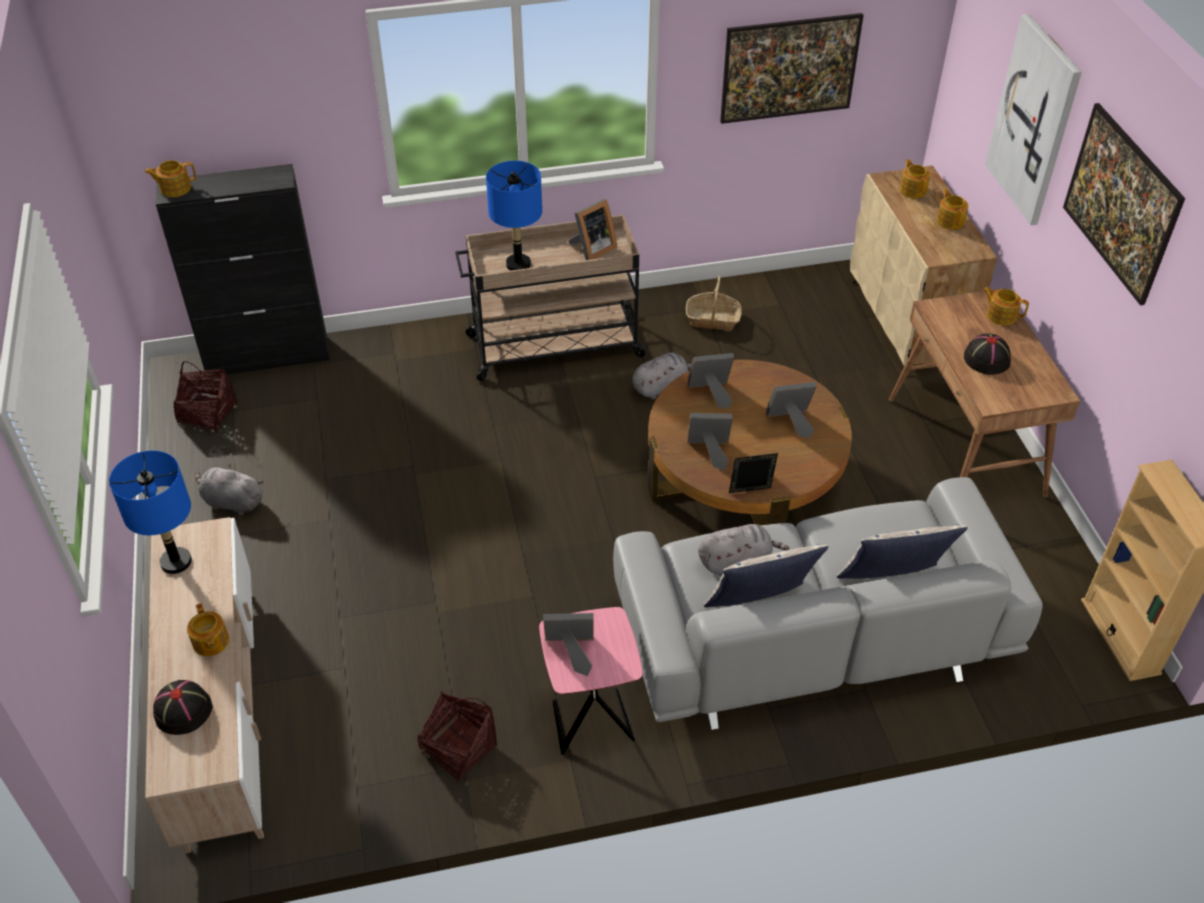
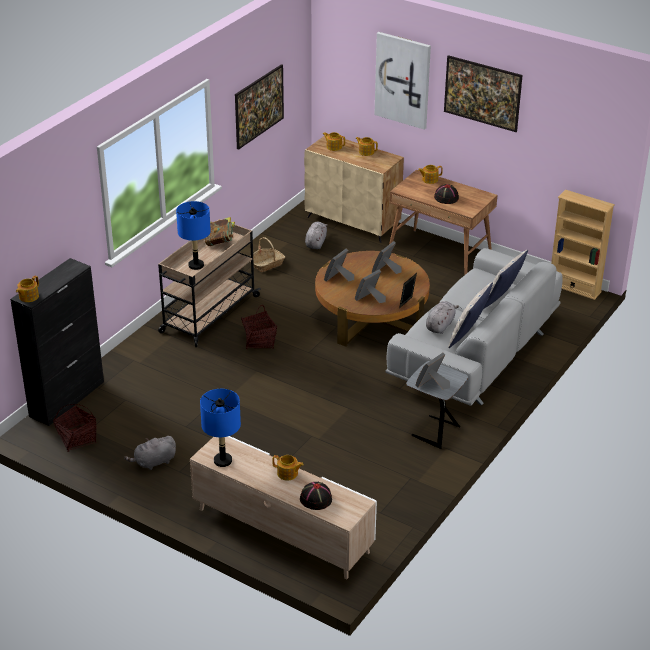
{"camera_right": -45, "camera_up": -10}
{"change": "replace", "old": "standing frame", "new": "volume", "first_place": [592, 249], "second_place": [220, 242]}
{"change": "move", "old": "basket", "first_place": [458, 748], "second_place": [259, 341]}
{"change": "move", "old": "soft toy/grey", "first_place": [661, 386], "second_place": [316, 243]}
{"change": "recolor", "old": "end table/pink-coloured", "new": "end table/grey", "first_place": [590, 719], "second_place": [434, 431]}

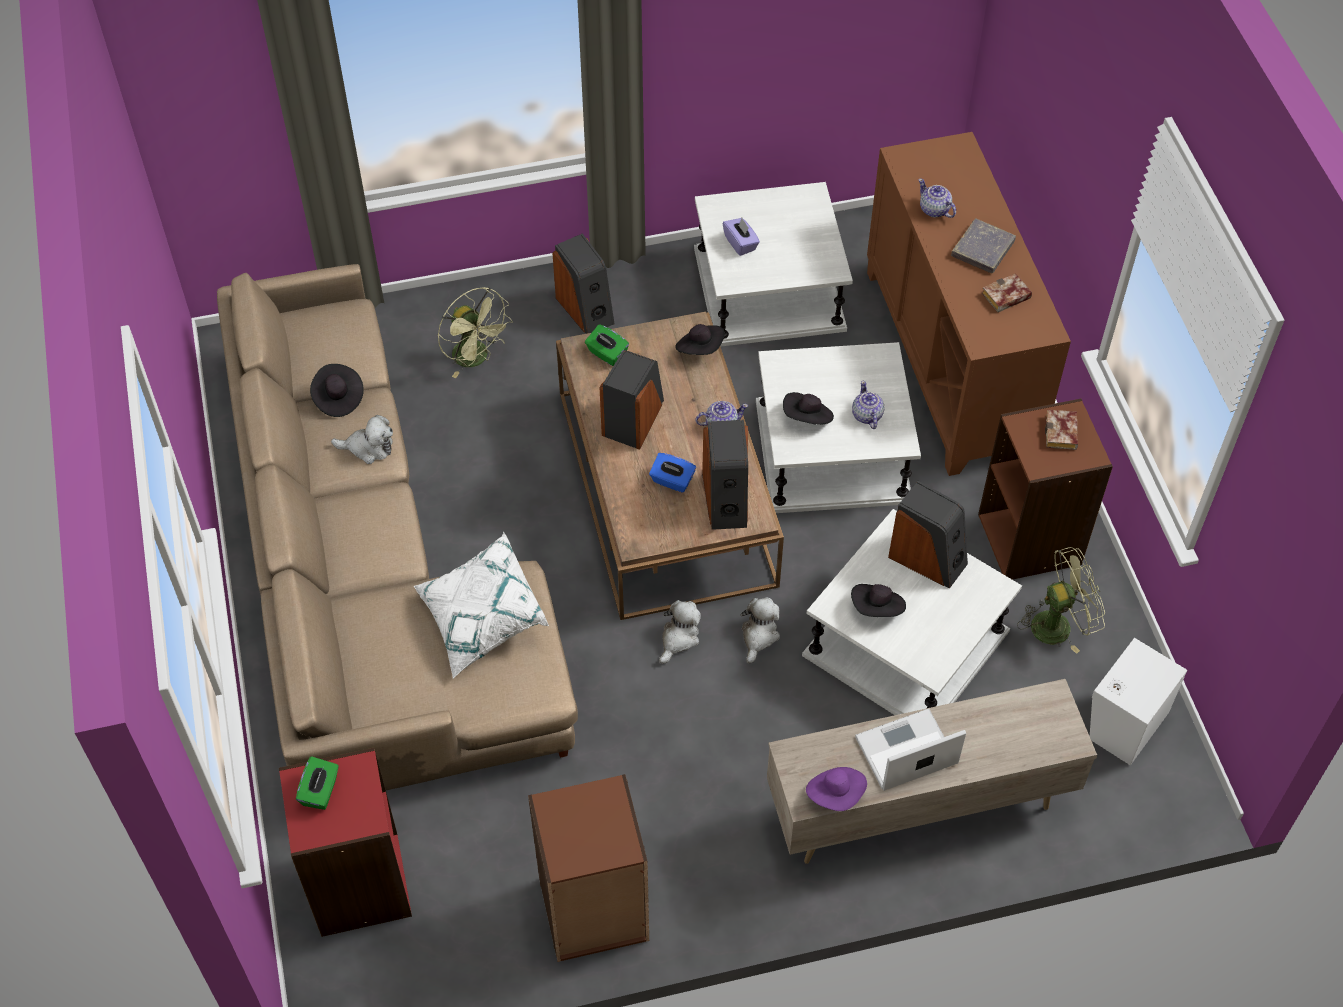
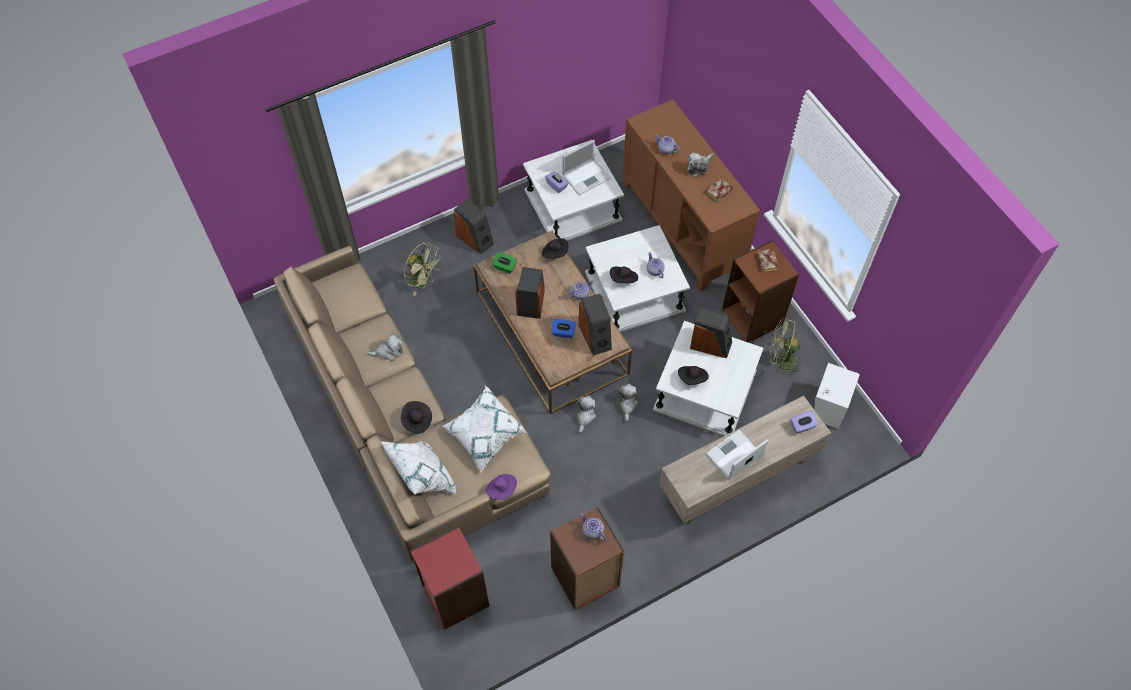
{"camera_right": -15, "camera_up": 5}
{"change": "insert", "new": "cushion/whitish", "second_place": [422, 477]}
{"change": "move", "old": "clothing hat/blackish", "first_place": [338, 398], "second_place": [416, 420]}
{"change": "move", "old": "clothing hat/purple-coloured", "first_place": [836, 794], "second_place": [502, 489]}
{"change": "insert", "new": "laptop", "second_place": [586, 176]}
{"change": "insert", "new": "tea pot", "second_place": [593, 531]}
{"change": "replace", "old": "volume/grey", "new": "soft toy", "first_place": [983, 249], "second_place": [699, 167]}
{"change": "rotate", "old": "cooling fan/green", "first_place": [1058, 624], "second_place": [780, 360], "degrees": -135}
{"change": "insert", "new": "box of tissues/purple-coloured", "second_place": [802, 426]}
{"change": "delete", "old": "box of tissues/green", "first_place": [320, 791]}

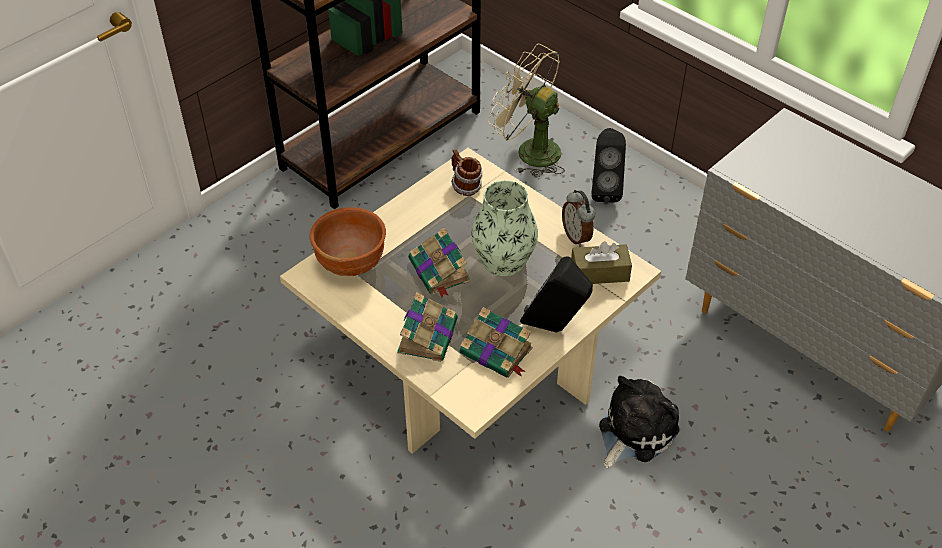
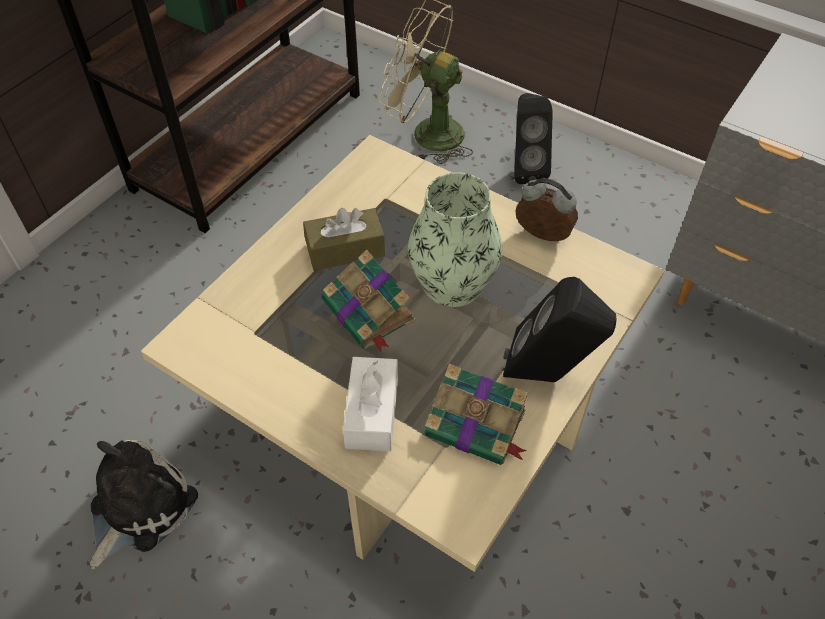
{"camera_right": -10, "camera_up": 5}
{"change": "move", "old": "soft toy", "first_place": [634, 431], "second_place": [138, 507]}
{"change": "move", "old": "box of tissues/brownish", "first_place": [599, 272], "second_place": [345, 250]}
{"change": "replace", "old": "volume", "new": "box of tissues/whitish", "first_place": [428, 335], "second_place": [372, 412]}
{"change": "rotate", "old": "alarm clock", "first_place": [577, 236], "second_place": [541, 237], "degrees": 150}
{"change": "delete", "old": "bowl/brownish", "first_place": [352, 263]}
{"change": "delete", "old": "mug", "first_place": [465, 186]}

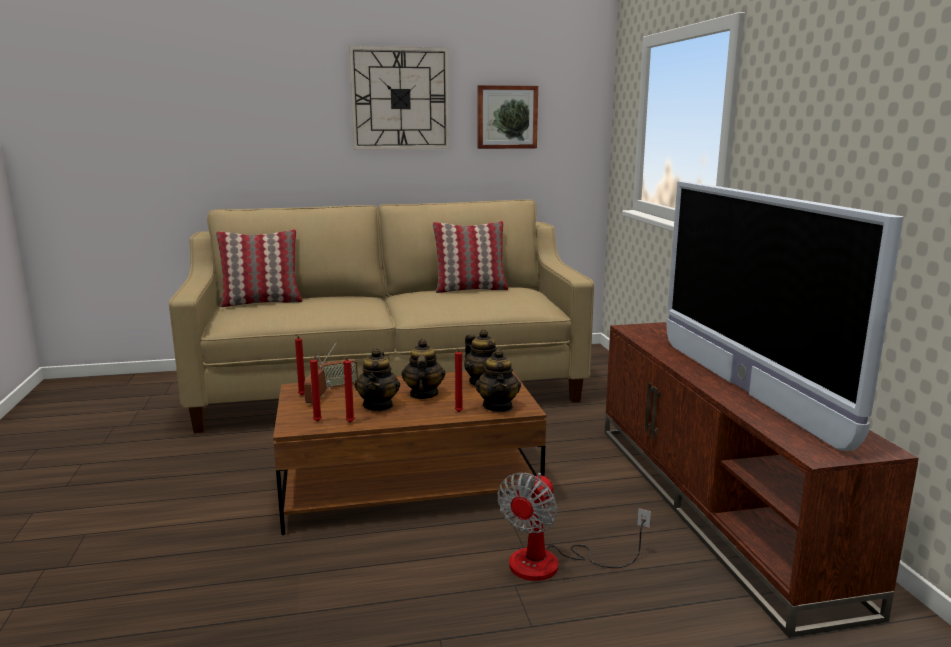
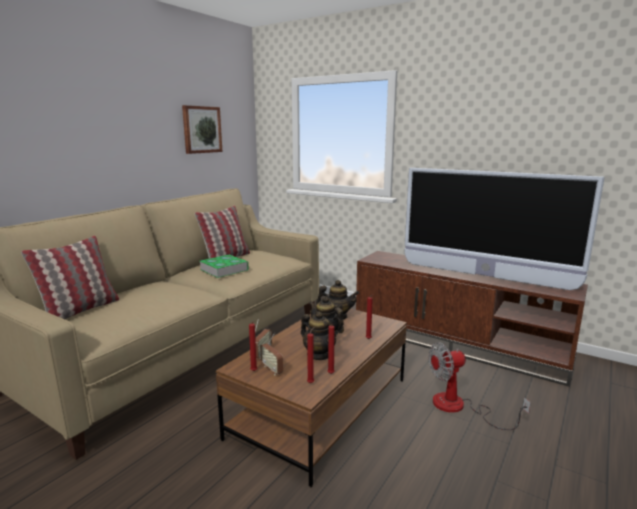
{"camera_right": -45, "camera_up": 0}
{"change": "insert", "new": "volume", "second_place": [224, 270]}
{"change": "rotate", "old": "cooling fan", "first_place": [552, 564], "second_place": [459, 407], "degrees": 90}
{"change": "delete", "old": "clock on the wall", "first_place": [400, 99]}
{"change": "delete", "old": "tea pot", "first_place": [498, 406]}

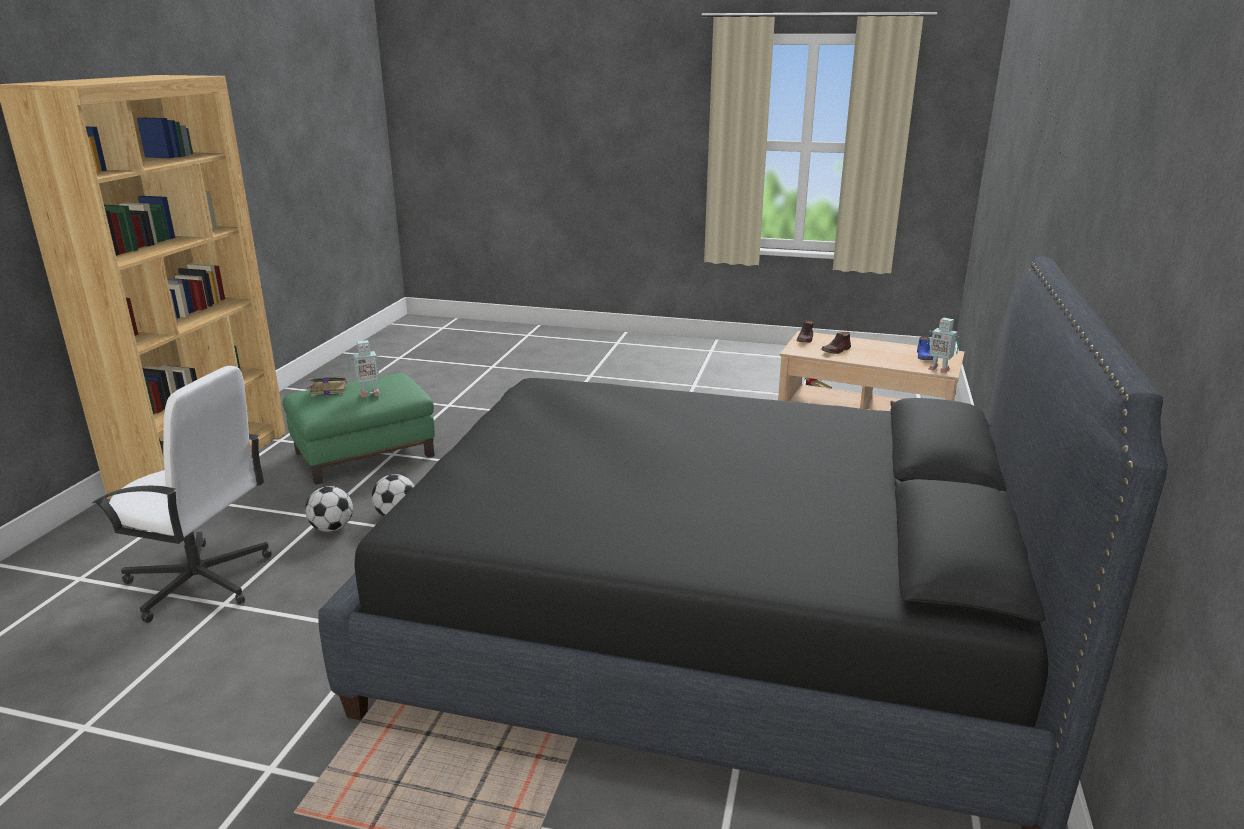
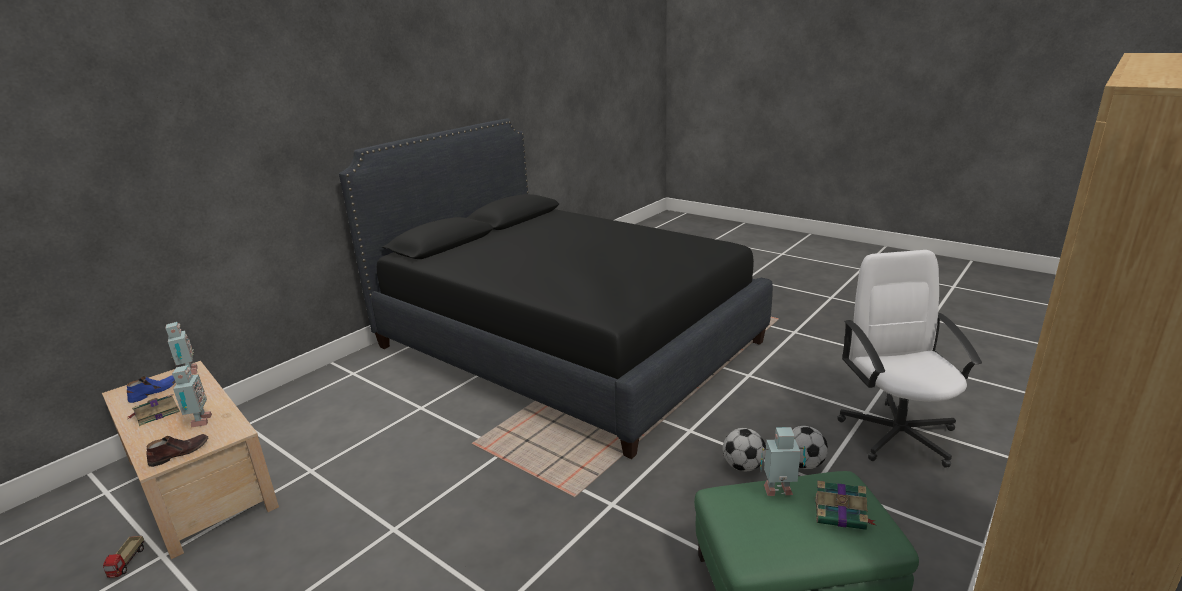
{"camera_right": -155, "camera_up": 0}
{"change": "insert", "new": "volume", "second_place": [155, 413]}
{"change": "replace", "old": "low shoe/brownish", "new": "model robot", "first_place": [836, 350], "second_place": [199, 422]}
{"change": "rotate", "old": "office chair/whitish", "first_place": [200, 581], "second_place": [897, 434], "degrees": 45}

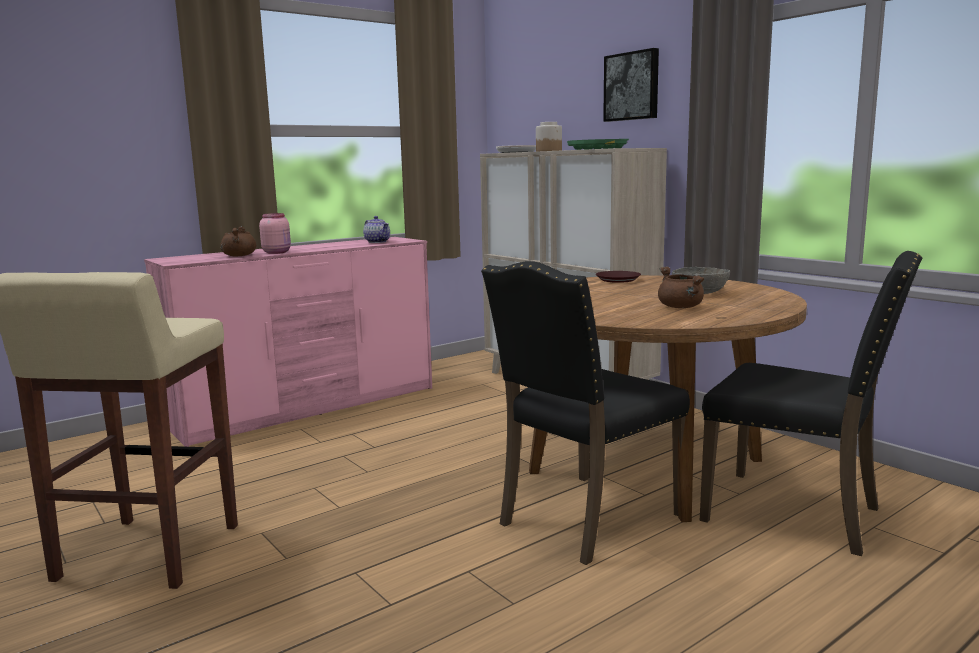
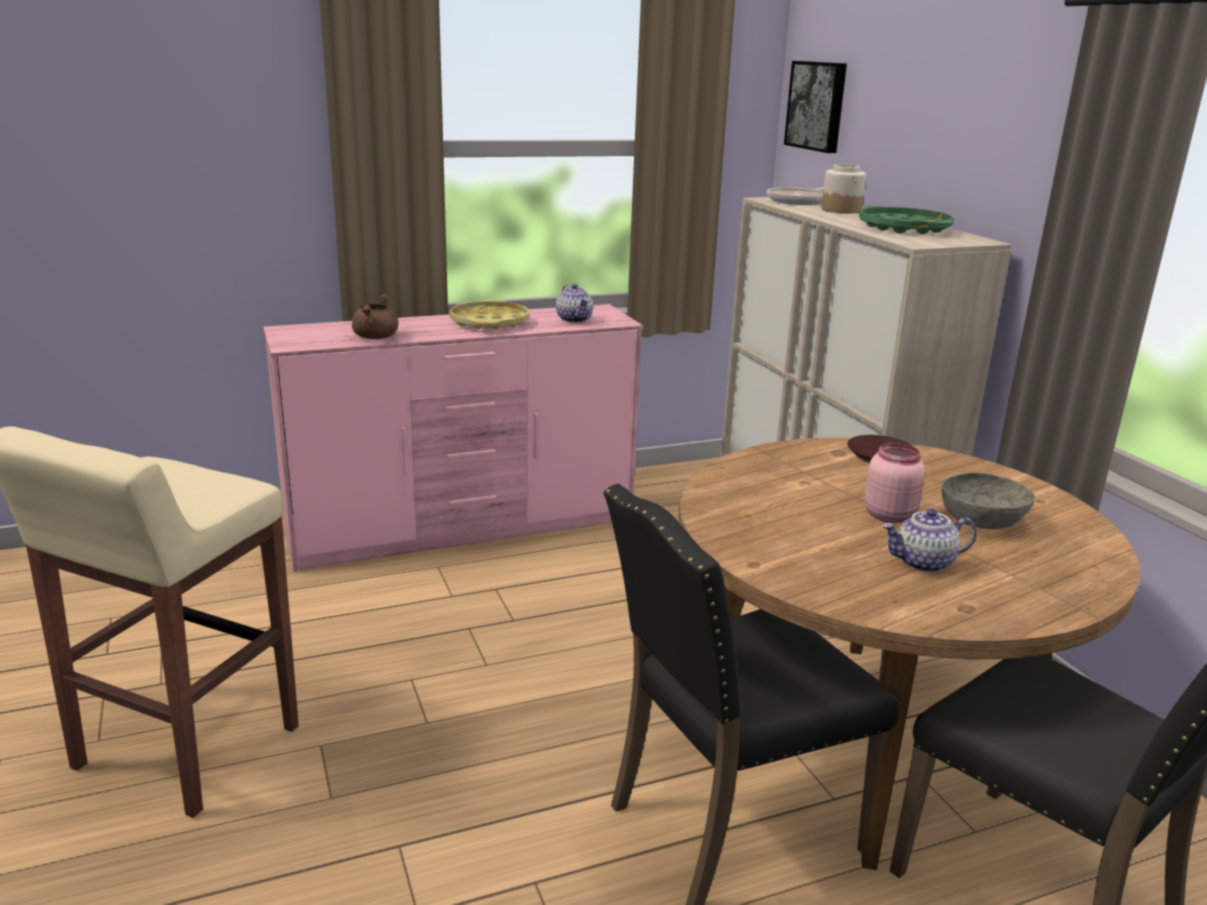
{"camera_right": 15, "camera_up": 10}
{"change": "insert", "new": "carrying tray/yellow", "second_place": [489, 322]}
{"change": "move", "old": "wall art", "first_place": [632, 86], "second_place": [818, 106]}
{"change": "move", "old": "preserve jar/pink-coloured", "first_place": [277, 252], "second_place": [890, 515]}
{"change": "replace", "old": "stockpot/brownish", "new": "tea pot", "first_place": [681, 307], "second_place": [923, 563]}

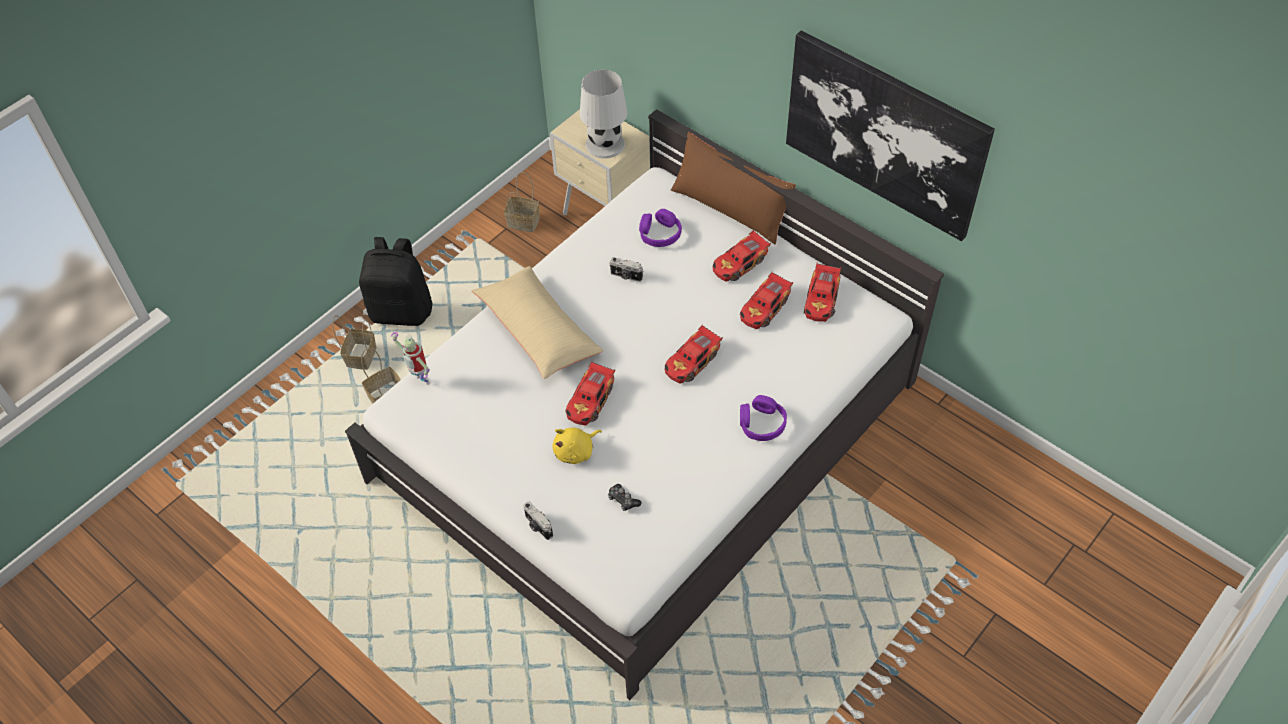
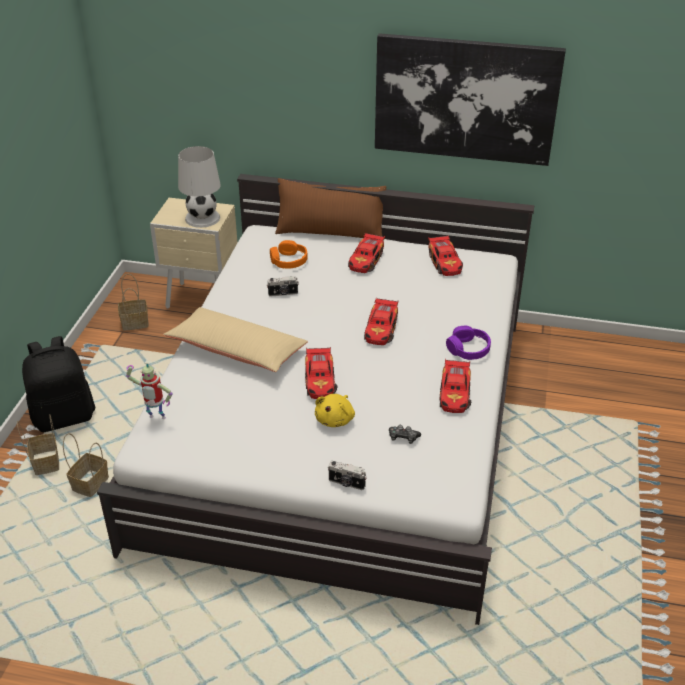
{"camera_right": -30, "camera_up": -15}
{"change": "recolor", "old": "headphones/purple-coloured", "new": "headphones/orange-coloured", "first_place": [659, 234], "second_place": [288, 261]}
{"change": "move", "old": "model car", "first_place": [765, 308], "second_place": [455, 394]}

